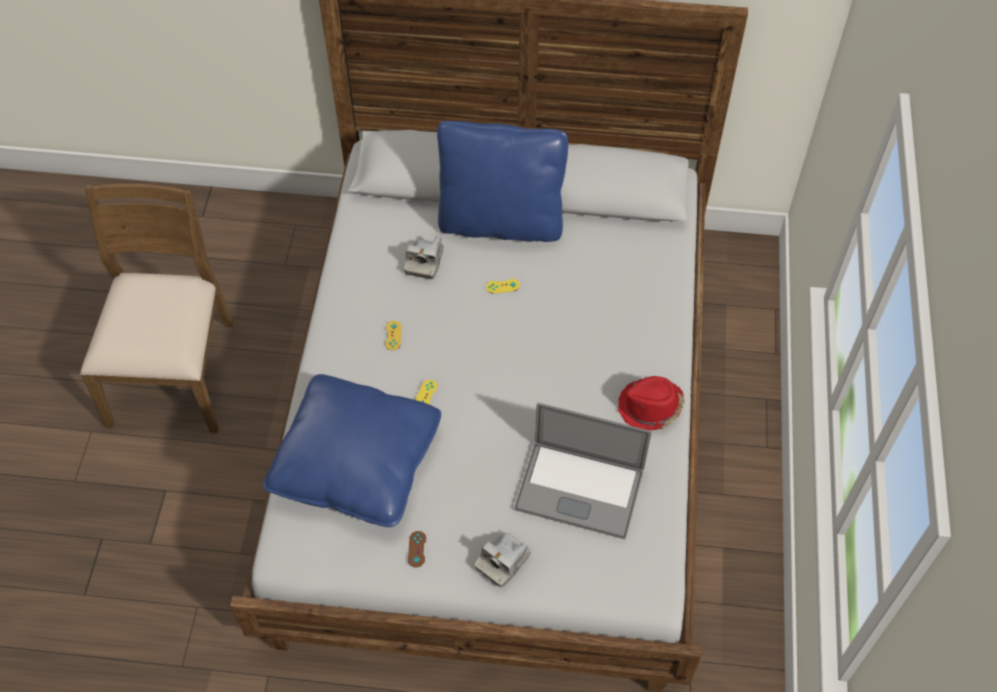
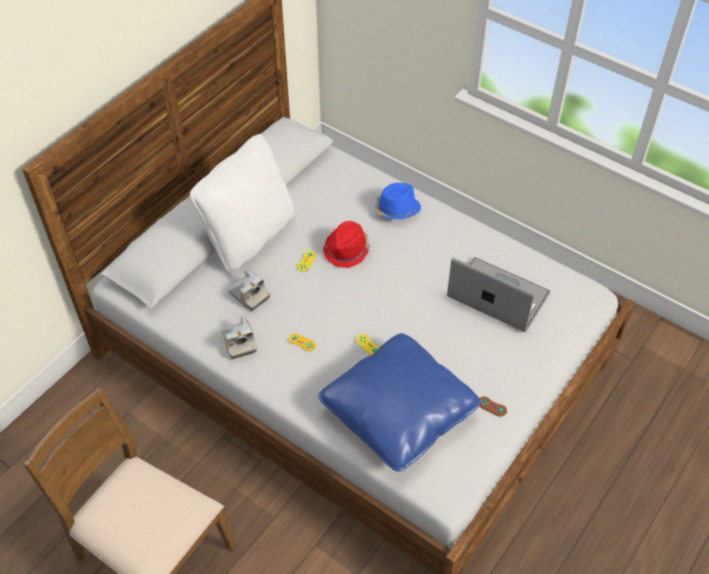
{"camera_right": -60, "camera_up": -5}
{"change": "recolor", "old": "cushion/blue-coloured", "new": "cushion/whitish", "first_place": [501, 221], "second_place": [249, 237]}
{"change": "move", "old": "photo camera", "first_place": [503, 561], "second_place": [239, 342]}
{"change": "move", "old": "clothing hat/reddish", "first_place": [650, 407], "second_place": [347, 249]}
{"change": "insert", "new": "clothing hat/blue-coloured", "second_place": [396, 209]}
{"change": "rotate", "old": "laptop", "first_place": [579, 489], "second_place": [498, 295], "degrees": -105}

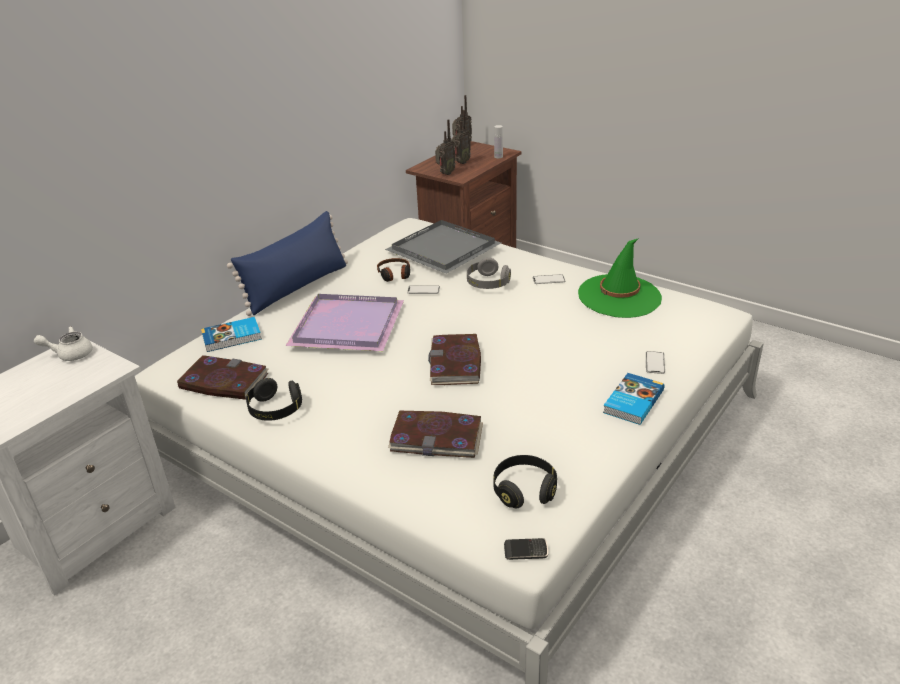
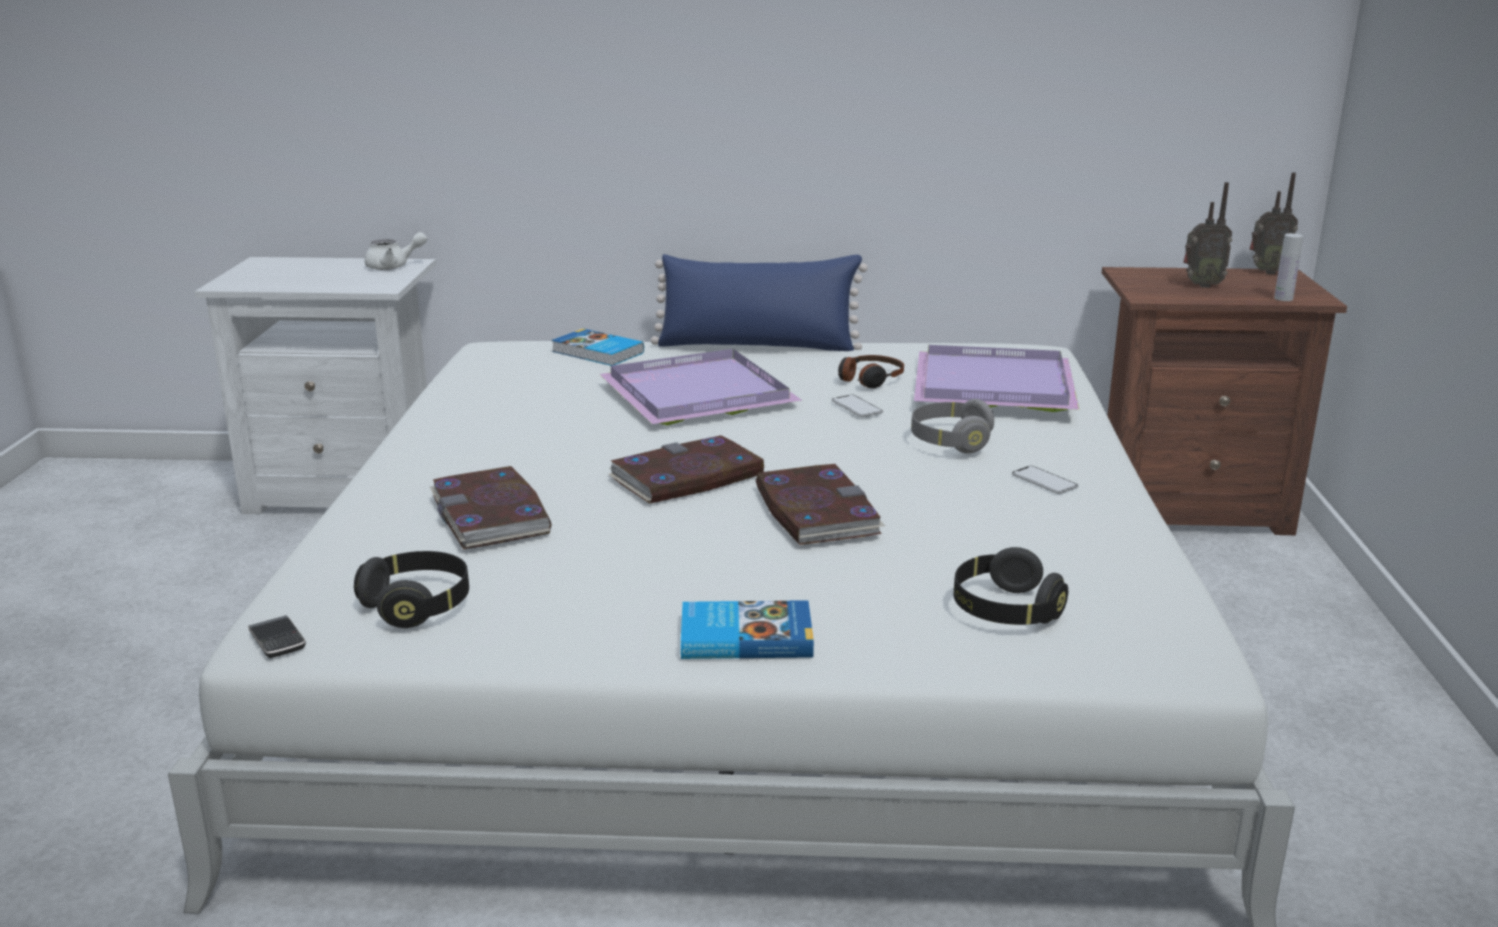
{"camera_right": 55, "camera_up": -10}
{"change": "rotate", "old": "tea pot/whitish", "first_place": [70, 354], "second_place": [393, 266], "degrees": 120}
{"change": "move", "old": "volume", "first_place": [223, 381], "second_place": [815, 511]}
{"change": "recolor", "old": "carrying tray/grey", "new": "carrying tray/purple-coloured", "first_place": [446, 249], "second_place": [997, 386]}
{"change": "move", "old": "headphones/blackish", "first_place": [275, 410], "second_place": [1005, 611]}
{"change": "delete", "old": "radio receiver", "first_place": [445, 174]}
{"change": "delete", "old": "clothing hat/green", "first_place": [619, 296]}
{"change": "delete", "old": "phone", "first_place": [655, 363]}

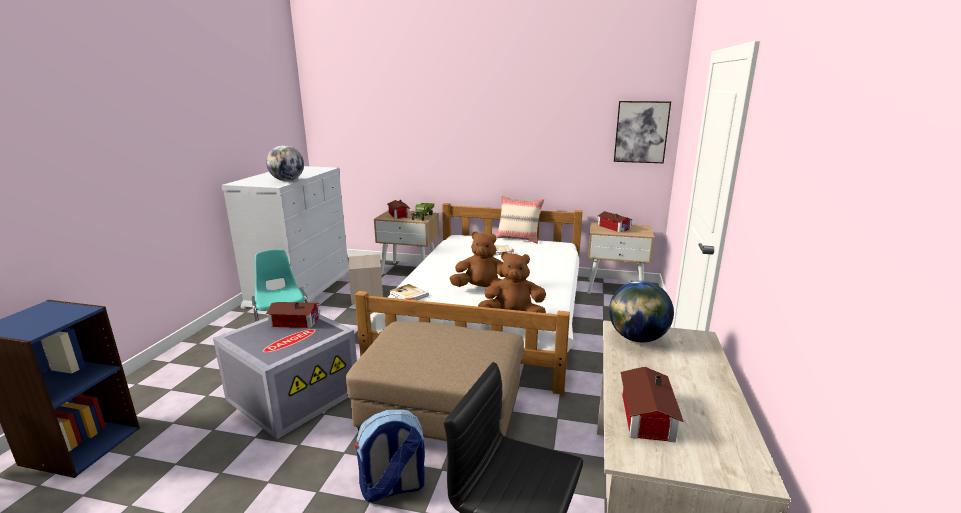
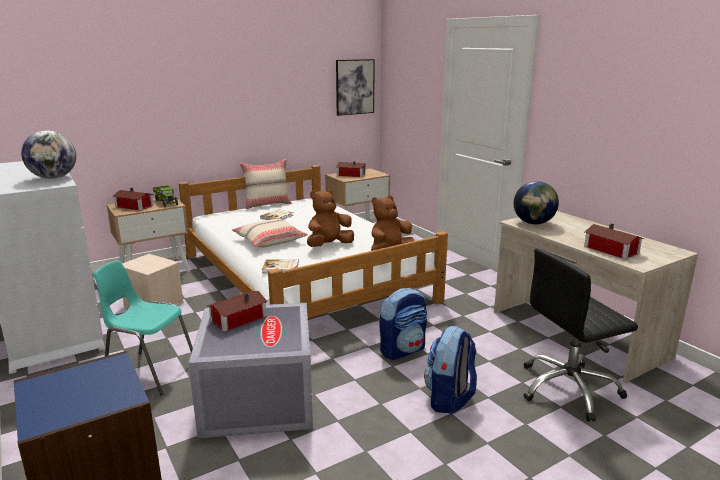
{"camera_right": -45, "camera_up": 0}
{"change": "insert", "new": "cushion/beige-coloured", "second_place": [270, 240]}
{"change": "replace", "old": "ottoman/beige-coloured", "new": "knapsack", "first_place": [443, 418], "second_place": [403, 350]}

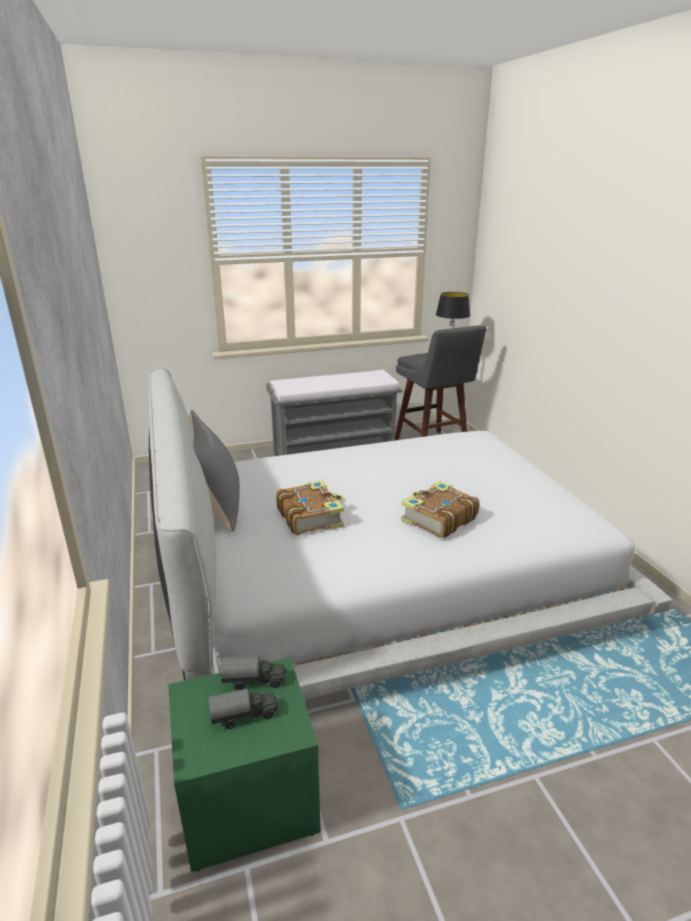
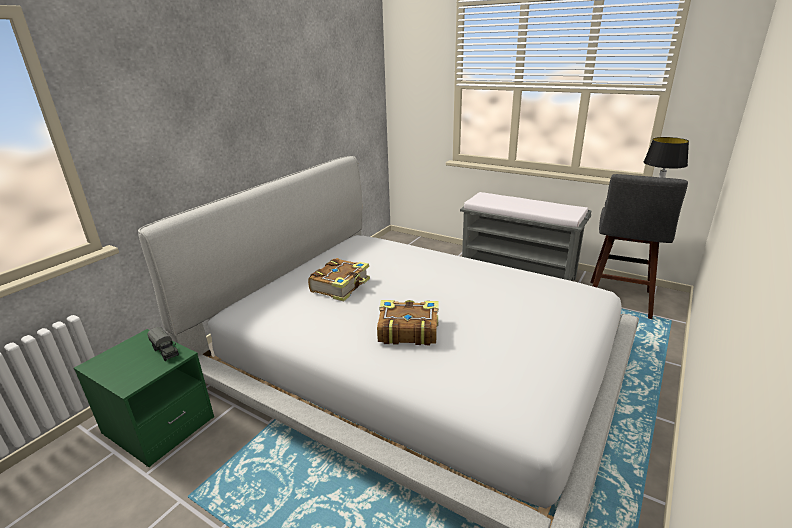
{"camera_right": 50, "camera_up": 0}
{"change": "delete", "old": "cushion/grey", "first_place": [216, 506]}
{"change": "delete", "old": "toy truck", "first_place": [245, 715]}

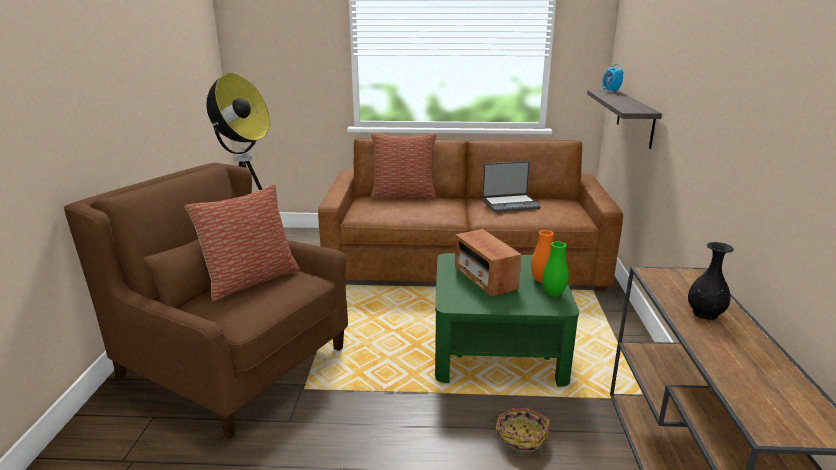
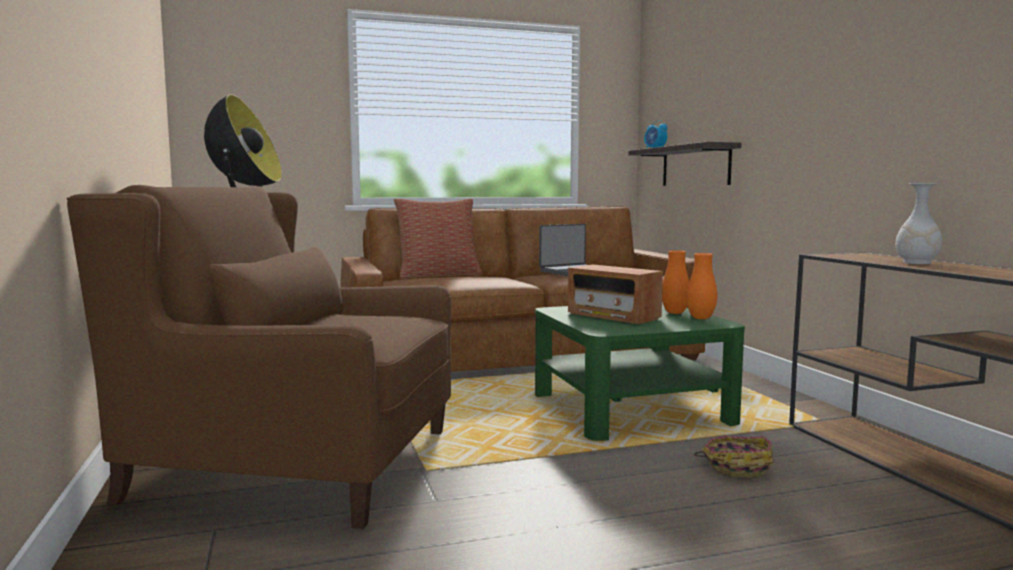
{"camera_right": -20, "camera_up": -15}
{"change": "recolor", "old": "vase/green", "new": "vase/orange-coloured", "first_place": [553, 294], "second_place": [701, 318]}
{"change": "recolor", "old": "vase/blackish", "new": "vase/whitish", "first_place": [704, 313], "second_place": [916, 263]}
{"change": "delete", "old": "cushion", "first_place": [251, 280]}

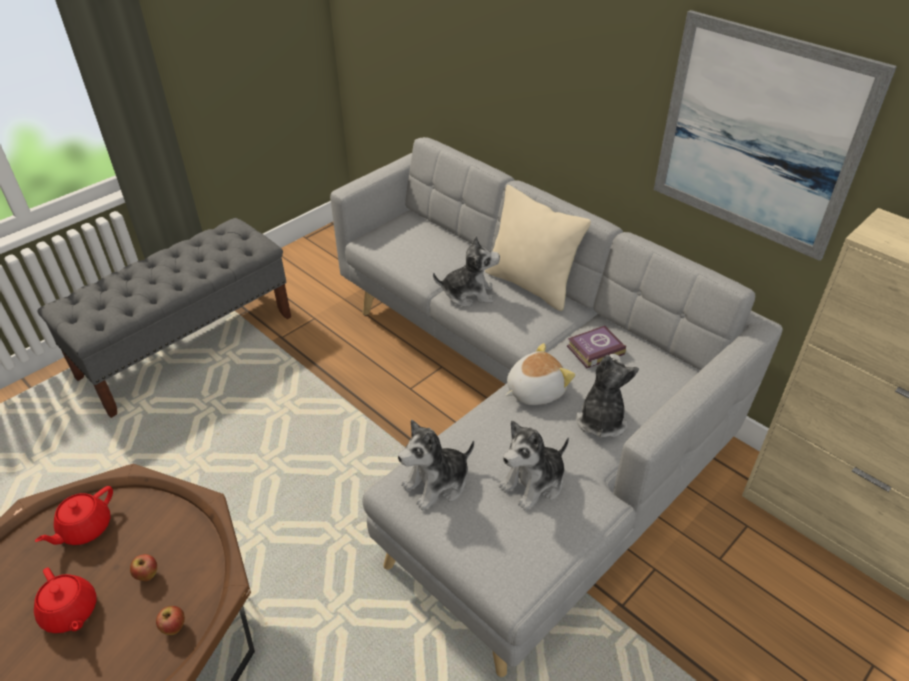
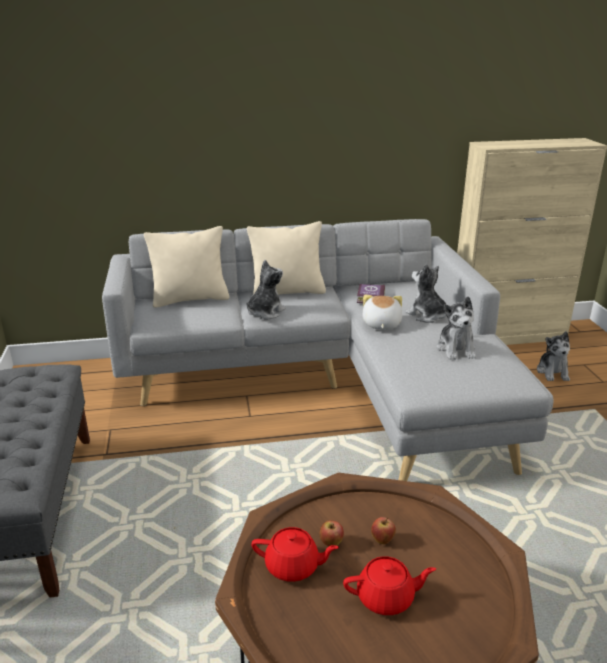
{"camera_right": -55, "camera_up": -15}
{"change": "insert", "new": "cushion/beige-coloured", "second_place": [190, 299]}
{"change": "rotate", "old": "tea pot/reddish", "first_place": [85, 528], "second_place": [293, 567], "degrees": -60}
{"change": "move", "old": "apple", "first_place": [174, 628], "second_place": [331, 543]}
{"change": "move", "old": "soft toy", "first_place": [437, 483], "second_place": [552, 372]}
{"change": "delete", "old": "wall art", "first_place": [757, 136]}

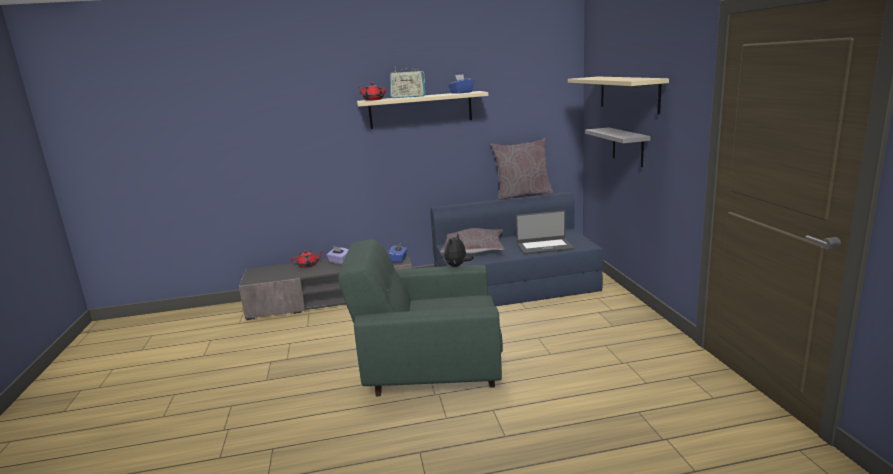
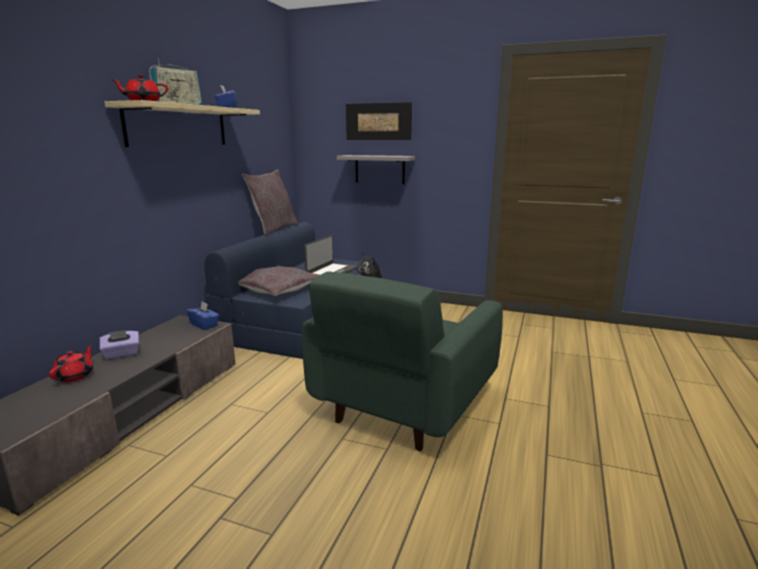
{"camera_right": -60, "camera_up": 0}
{"change": "replace", "old": "wall shelf/beige-coloured", "new": "wall art", "first_place": [628, 93], "second_place": [378, 121]}

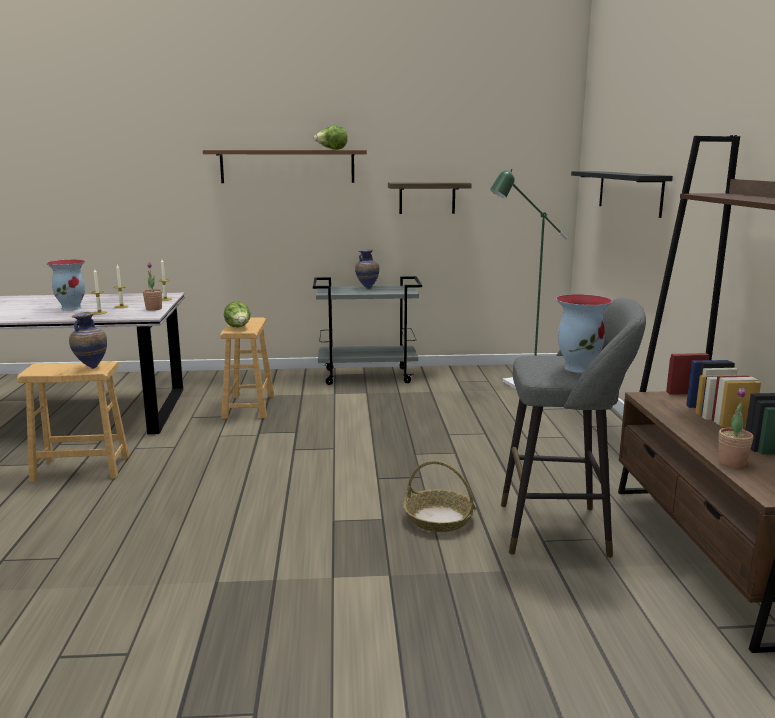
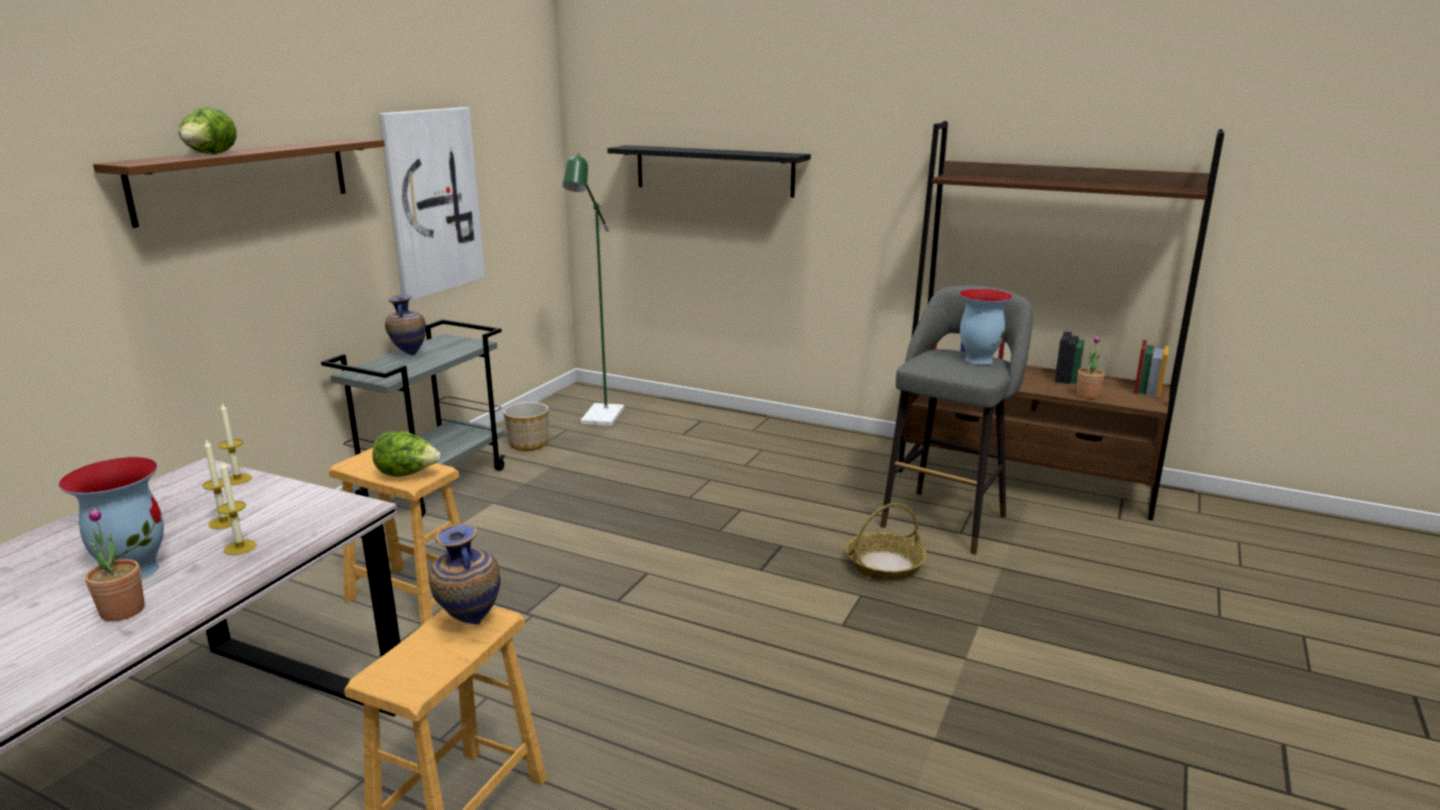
{"camera_right": -60, "camera_up": 5}
{"change": "move", "old": "plant in a pot", "first_place": [154, 309], "second_place": [123, 611]}
{"change": "move", "old": "lettuce", "first_place": [331, 149], "second_place": [210, 155]}
{"change": "replace", "old": "wall shelf", "new": "wall art", "first_place": [427, 198], "second_place": [432, 202]}
{"change": "insert", "new": "plant pot", "second_place": [528, 444]}

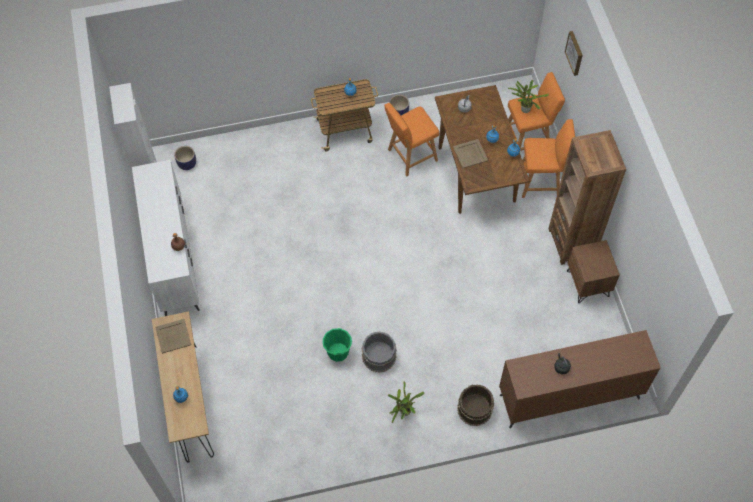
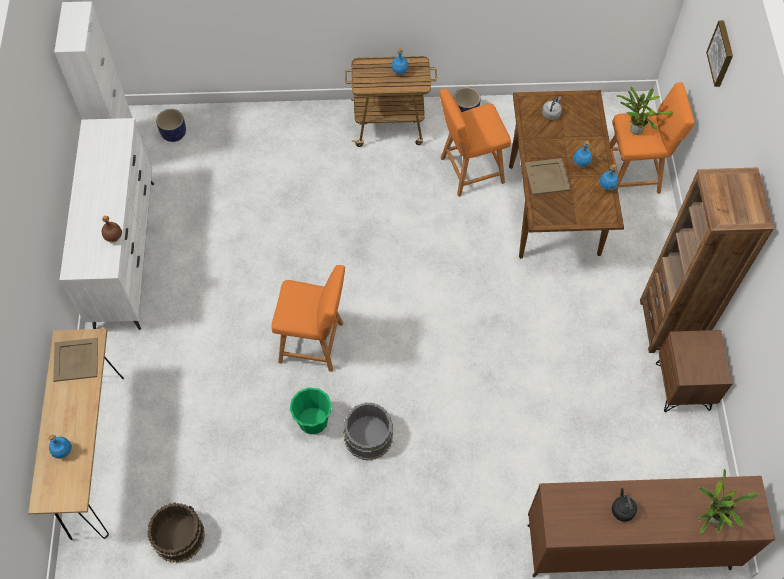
{"camera_right": 10, "camera_up": 0}
{"change": "move", "old": "water bucket/brownish", "first_place": [474, 408], "second_place": [178, 536]}
{"change": "move", "old": "stool seat/orange-coloured", "first_place": [541, 181], "second_place": [315, 343]}
{"change": "move", "old": "plant in a pot", "first_place": [404, 412], "second_place": [711, 518]}

